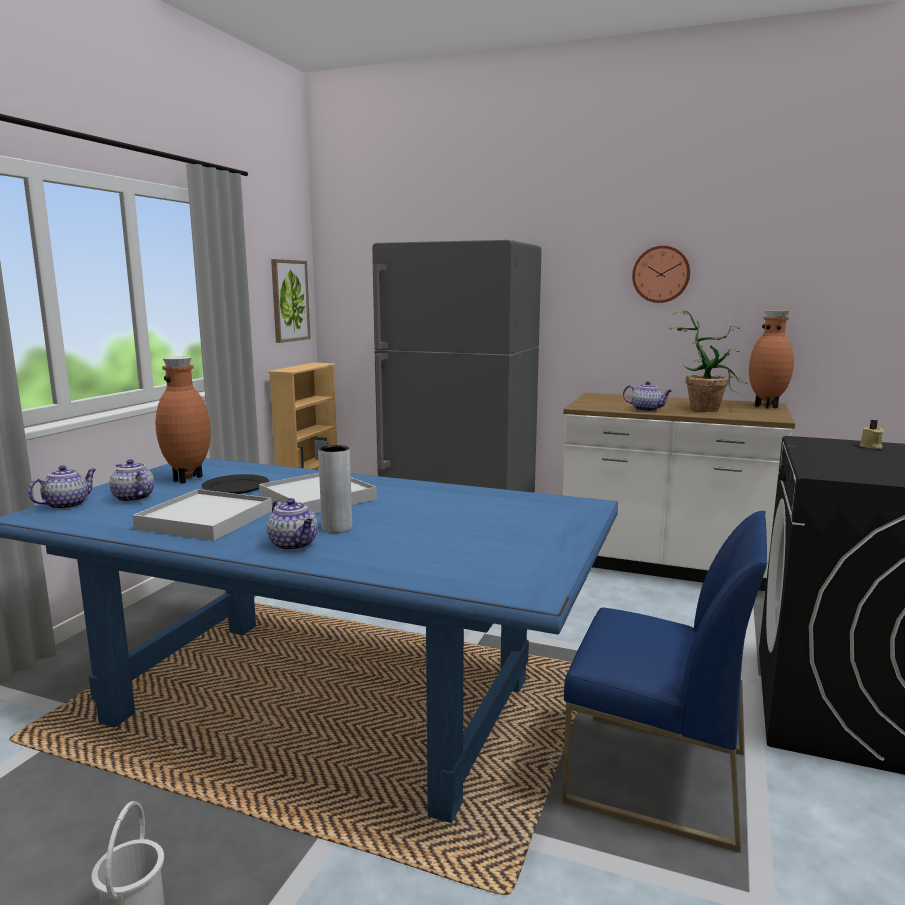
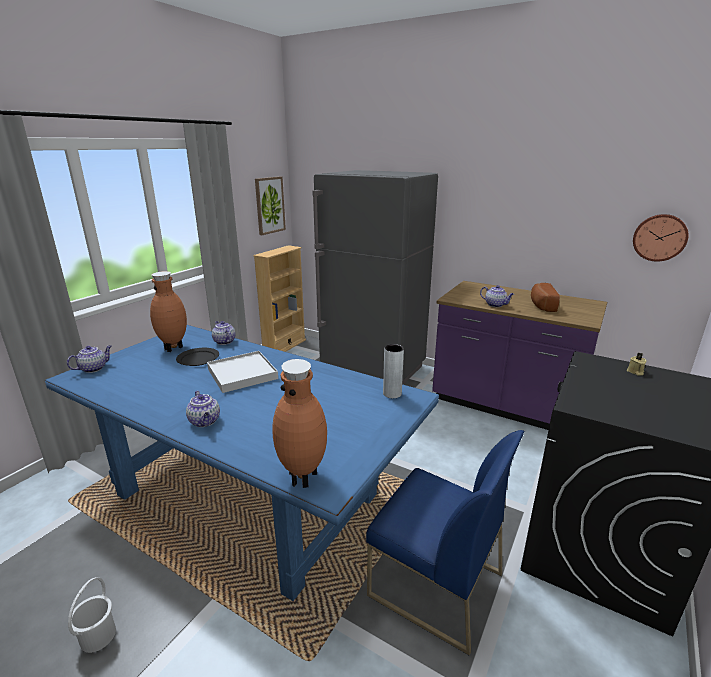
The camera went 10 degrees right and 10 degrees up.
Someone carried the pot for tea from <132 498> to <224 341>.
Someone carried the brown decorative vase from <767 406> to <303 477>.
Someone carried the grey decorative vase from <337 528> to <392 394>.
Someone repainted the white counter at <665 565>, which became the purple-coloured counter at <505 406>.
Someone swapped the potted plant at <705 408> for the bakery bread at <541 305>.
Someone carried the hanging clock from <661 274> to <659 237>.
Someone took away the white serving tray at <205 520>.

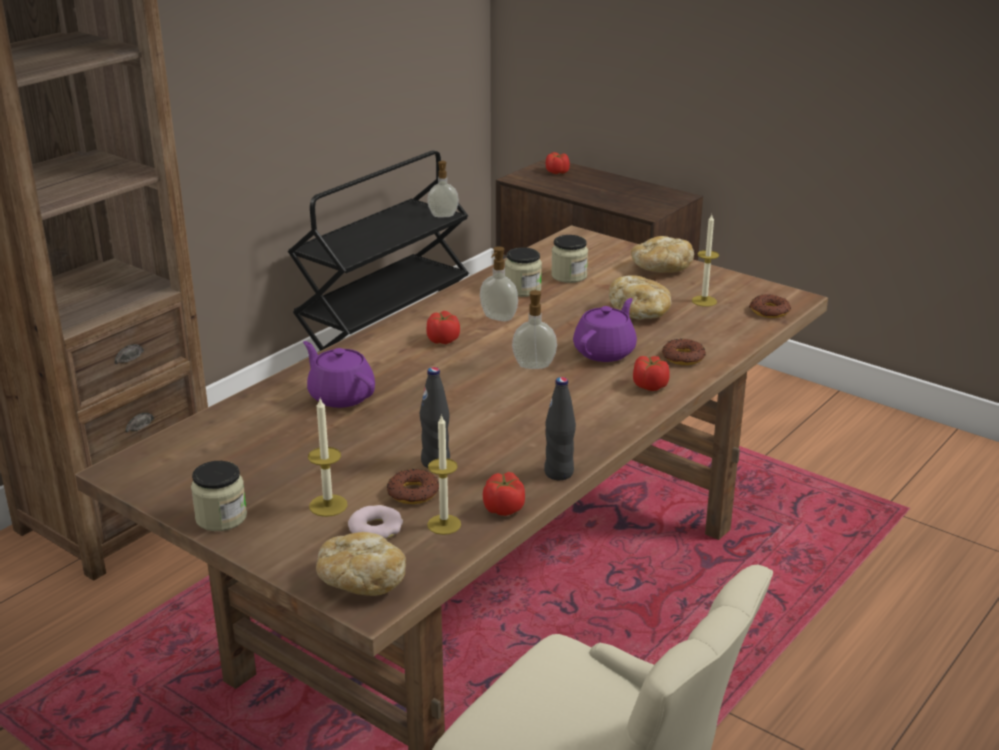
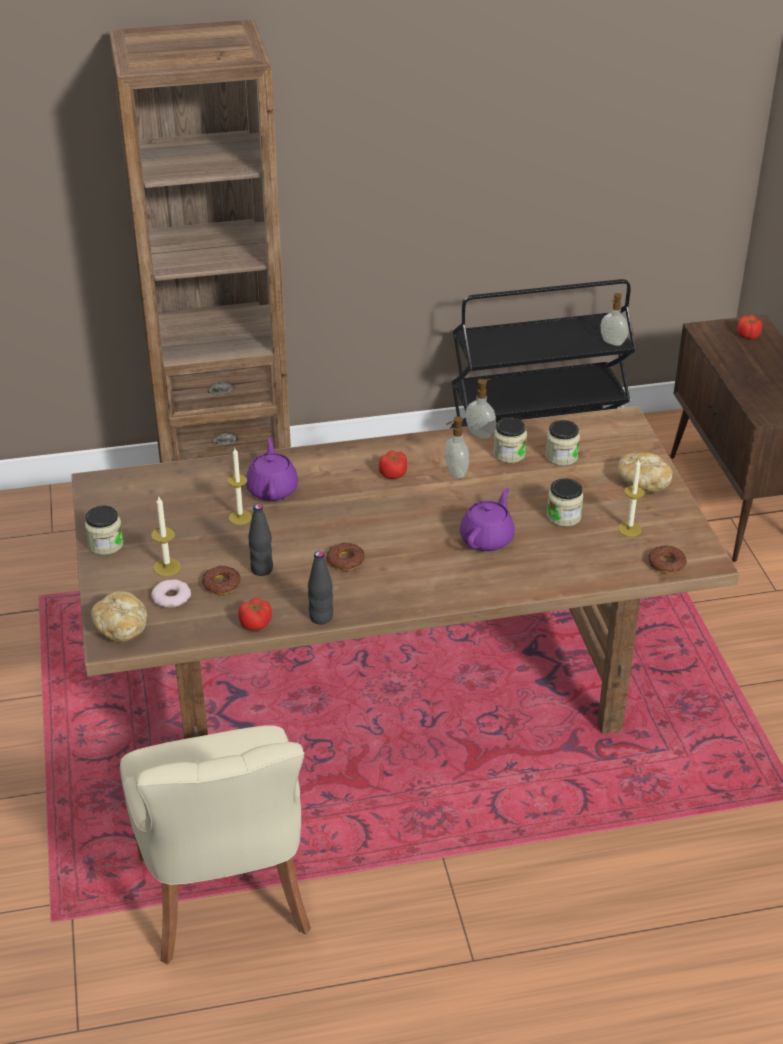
The camera went 40 degrees right and 10 degrees up.
Someone carried the candle from <444 524> to <240 517>.
Someone carried the ring doughnut from <683 357> to <345 560>.
Someone rotated the purple-coloured pot for tea at <605 351> by 45 degrees counterclockwise.
Someone carried the soap dispenser from <534 365> to <480 433>.
Someone swapped the bakery bread at <640 313> for the storage jar at <564 516>.
Someone took away the whole tomato at <649 386>.

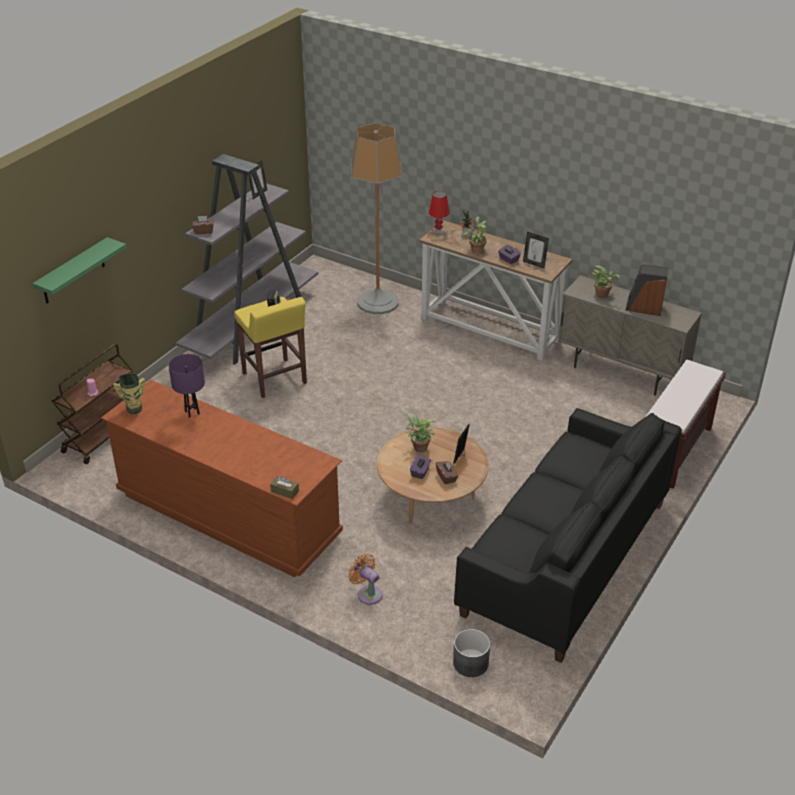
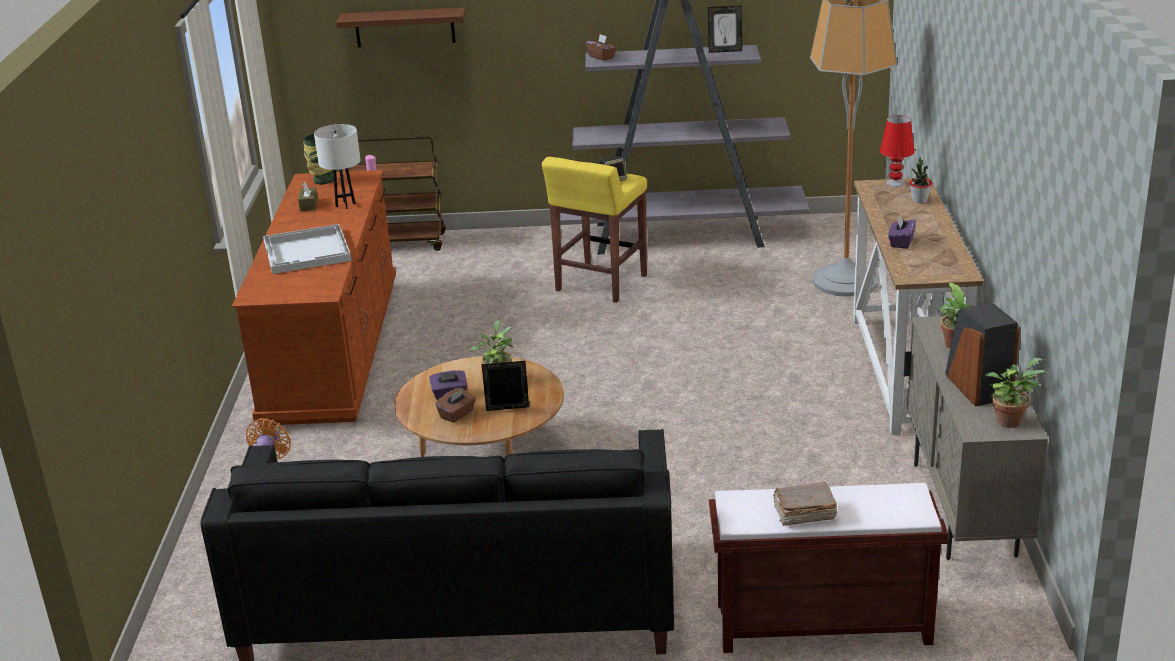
The camera went 60 degrees right and 10 degrees down.
Someone put down the white serving tray at <308 252>.
Someone carried the brown tissue box from <284 491> to <308 205>.
Someone repainted the purple-coloured lamp for a table at <192 413>, which became the white lamp for a table at <345 205>.
Someone repainted the greenish shelf at <73 271>, which became the brown shelf at <404 27>.
Someone put down the brown bound book at <803 513>.
Someone carried the potted plant from <476 250> to <1009 420>.
Someone took away the grey flower pot at <470 663>.
Someone took away the picture frame at <534 264>.

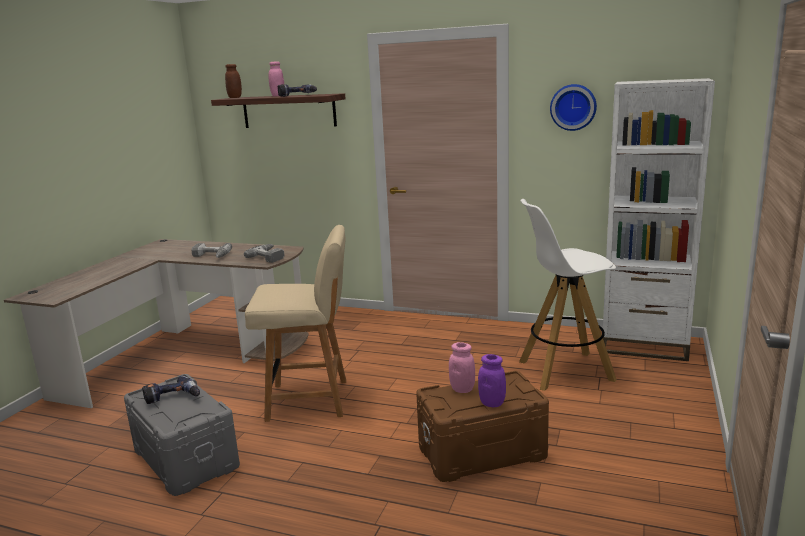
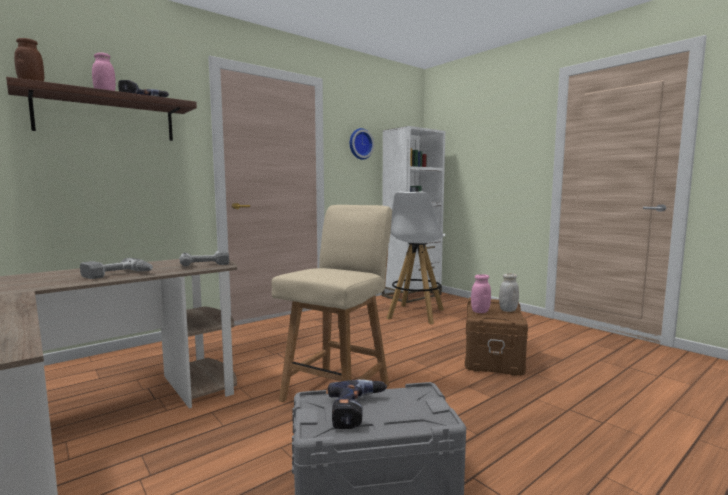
The camera went 60 degrees left and 10 degrees down.
Someone repainted the purple-coloured storage jar at <492 403>, which became the white storage jar at <508 310>.

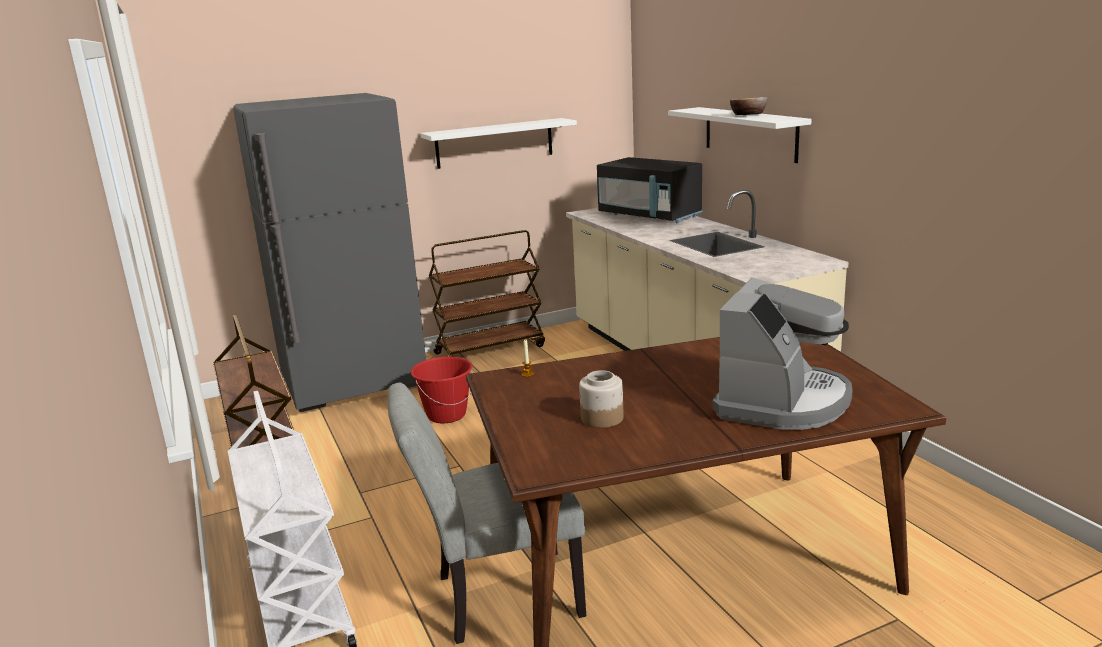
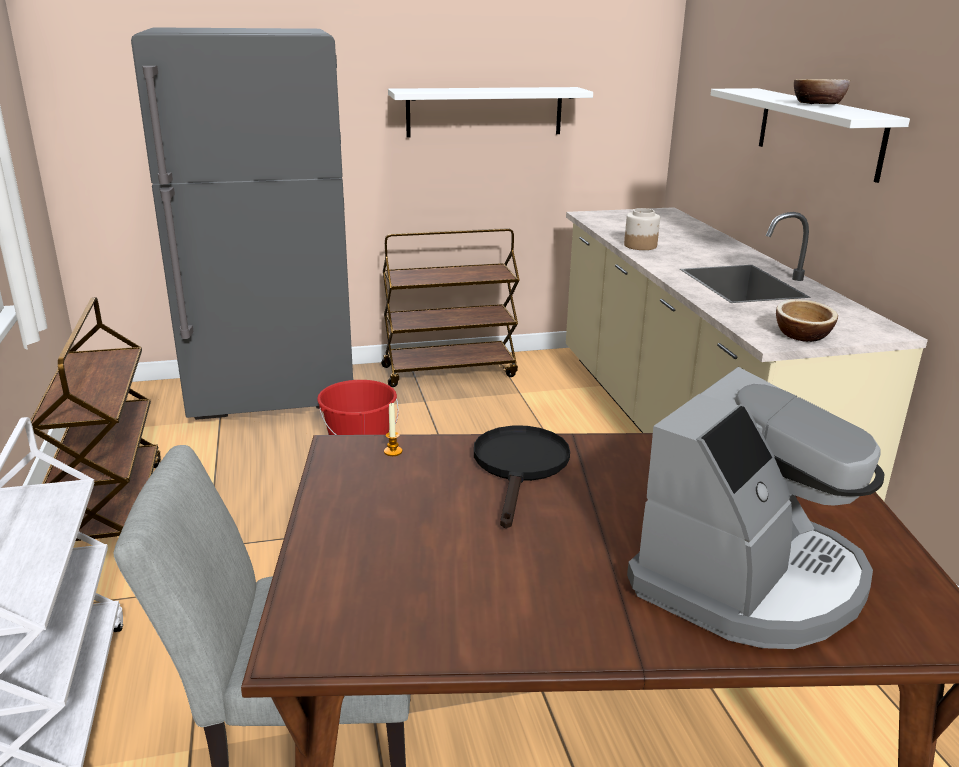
The camera went 10 degrees right and 5 degrees up.
Someone put down the black-coloured frying pan at <520 467>.
Someone carried the storage jar from <601 418> to <640 246>.
Someone put down the deep dish at <802 335>.
Someone took away the black-coloured kitchen microwave at <649 216>.

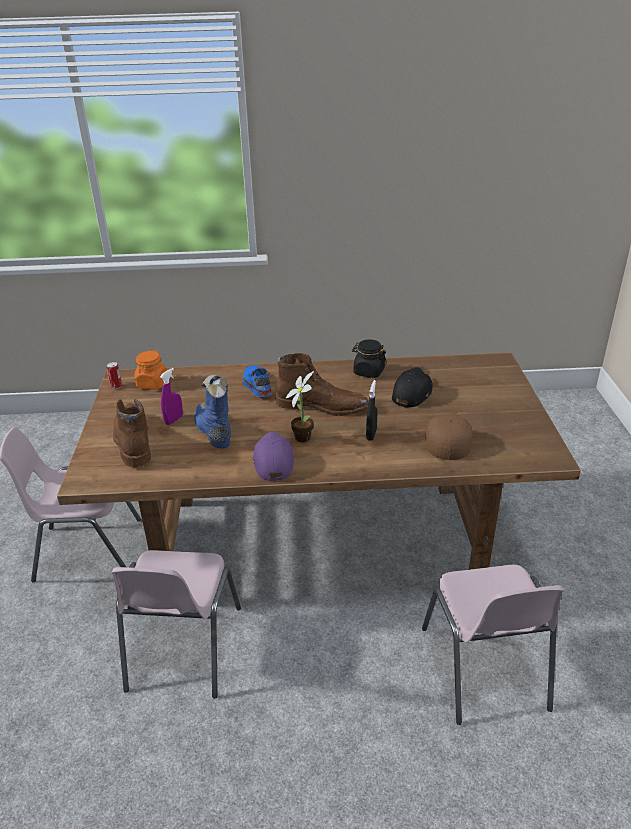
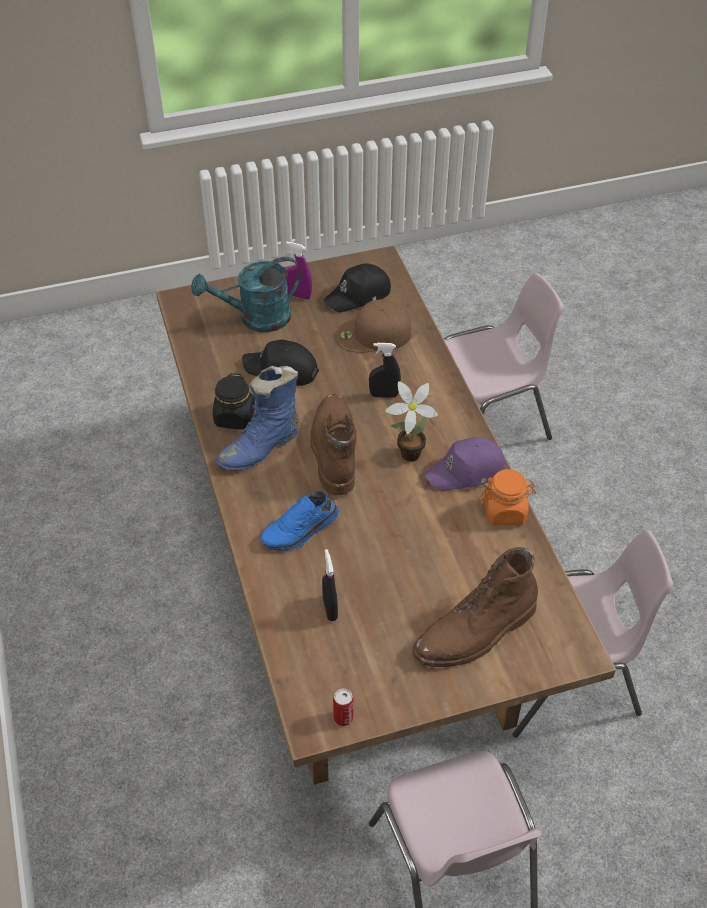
The camera went 105 degrees left and 15 degrees up.
Someone put down the turquoise-coloured sprinkling can at <256 319>.
Someone carried the bluish tall boot from <213 431> to <261 448>.
Someone carried the purple-coloured spray bottle from <174 420> to <298 295>.
Someone put down the black-coloured spray bottle at <330 609>.
Someone put down the black-coloured baseball cap at <359 295>.
Someone carried the orange storage jar from <152 384> to <505 511>.

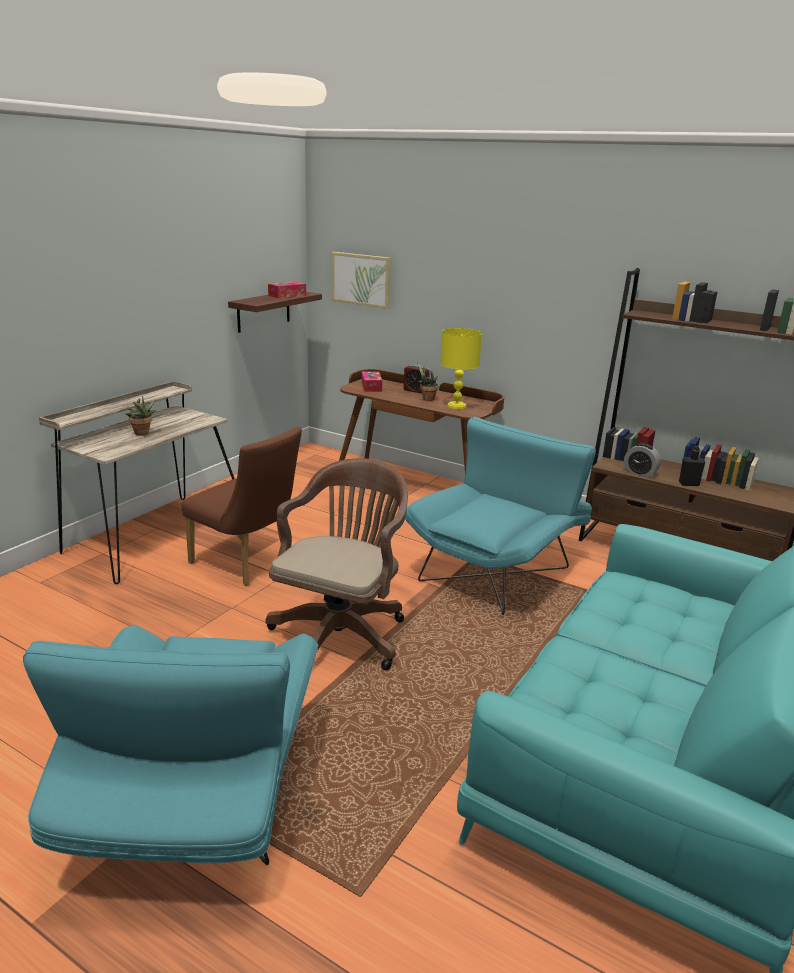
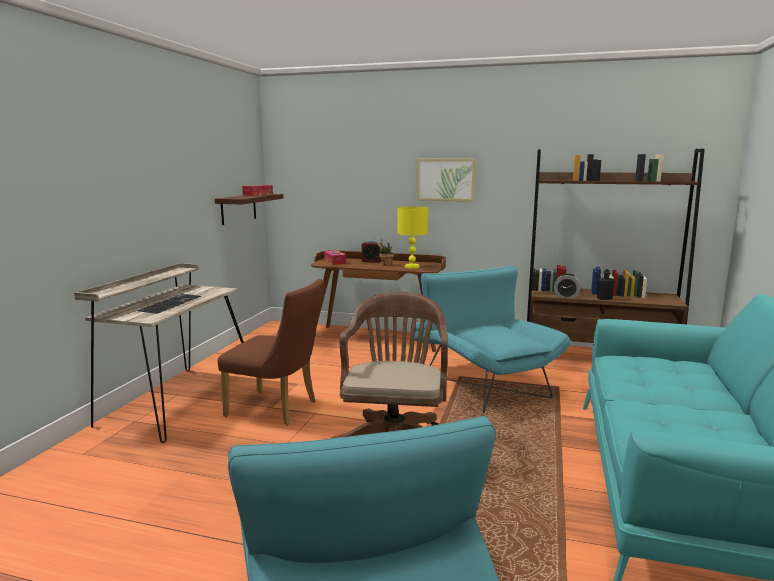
The camera went 15 degrees left and 10 degrees down.
Someone swapped the potted plant at <142 434> for the computer keyboard at <170 303>.
Someone rotated the turquoise-coloured easy chair at <498 568> by 45 degrees counterclockwise.
Someone carried the picture from <361 279> to <445 179>.

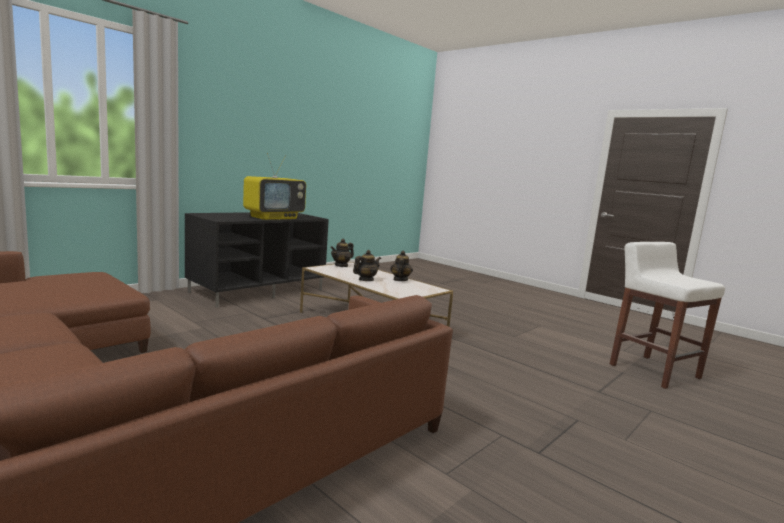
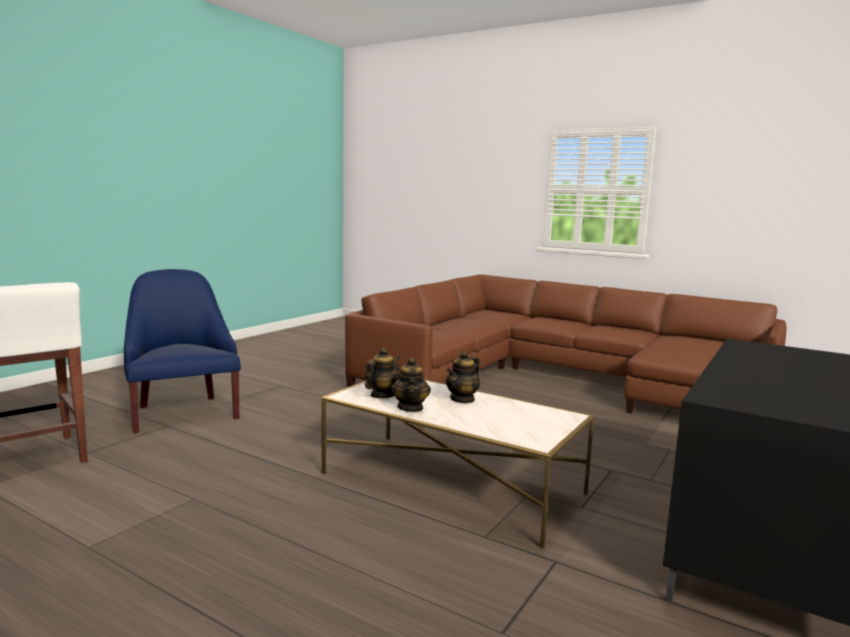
The camera went 170 degrees right and 0 degrees up.
Someone put down the bluish easy chair at <182 412>.
Someone carried the pot for tea from <341 265> to <382 395>.
Someone took away the television at <274 217>.

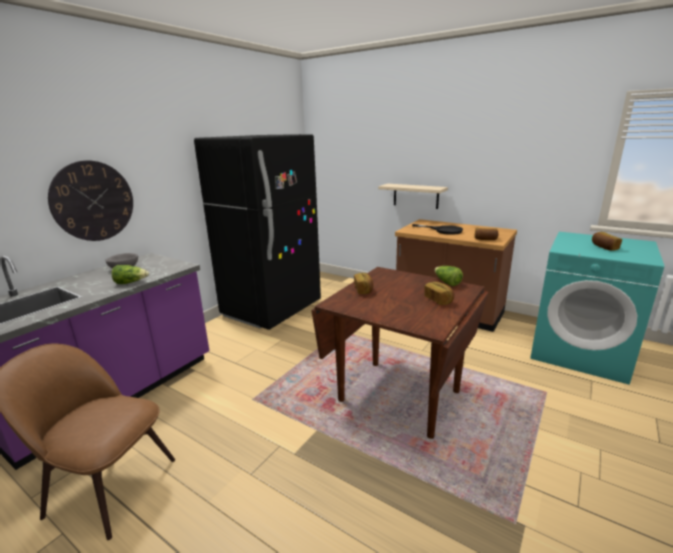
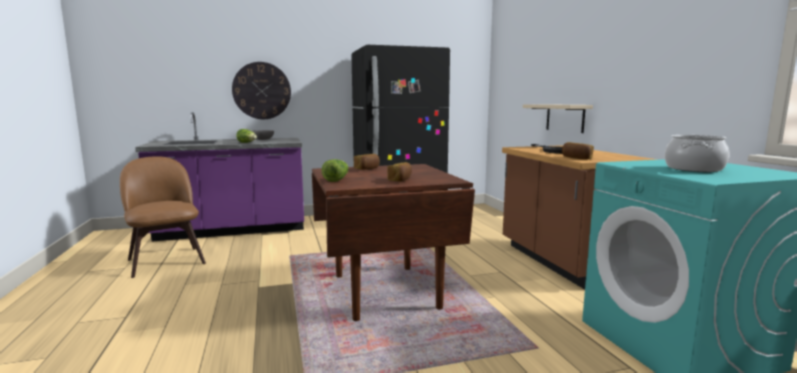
The camera went 40 degrees right and 10 degrees down.
Someone carried the lettuce head from <447 282> to <336 179>.
Someone swapped the bakery bread at <604 247> for the stockpot at <693 169>.

